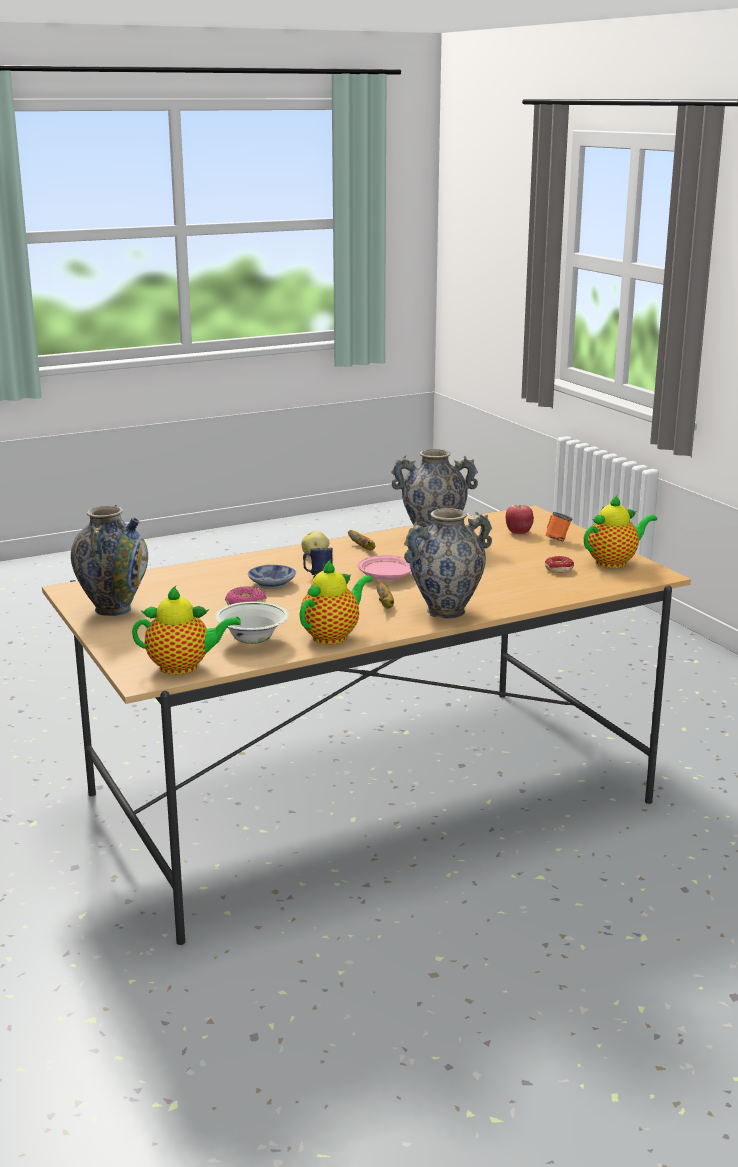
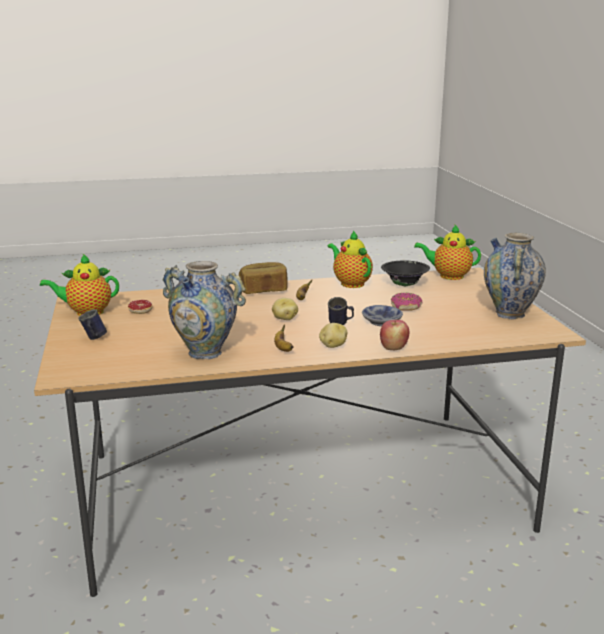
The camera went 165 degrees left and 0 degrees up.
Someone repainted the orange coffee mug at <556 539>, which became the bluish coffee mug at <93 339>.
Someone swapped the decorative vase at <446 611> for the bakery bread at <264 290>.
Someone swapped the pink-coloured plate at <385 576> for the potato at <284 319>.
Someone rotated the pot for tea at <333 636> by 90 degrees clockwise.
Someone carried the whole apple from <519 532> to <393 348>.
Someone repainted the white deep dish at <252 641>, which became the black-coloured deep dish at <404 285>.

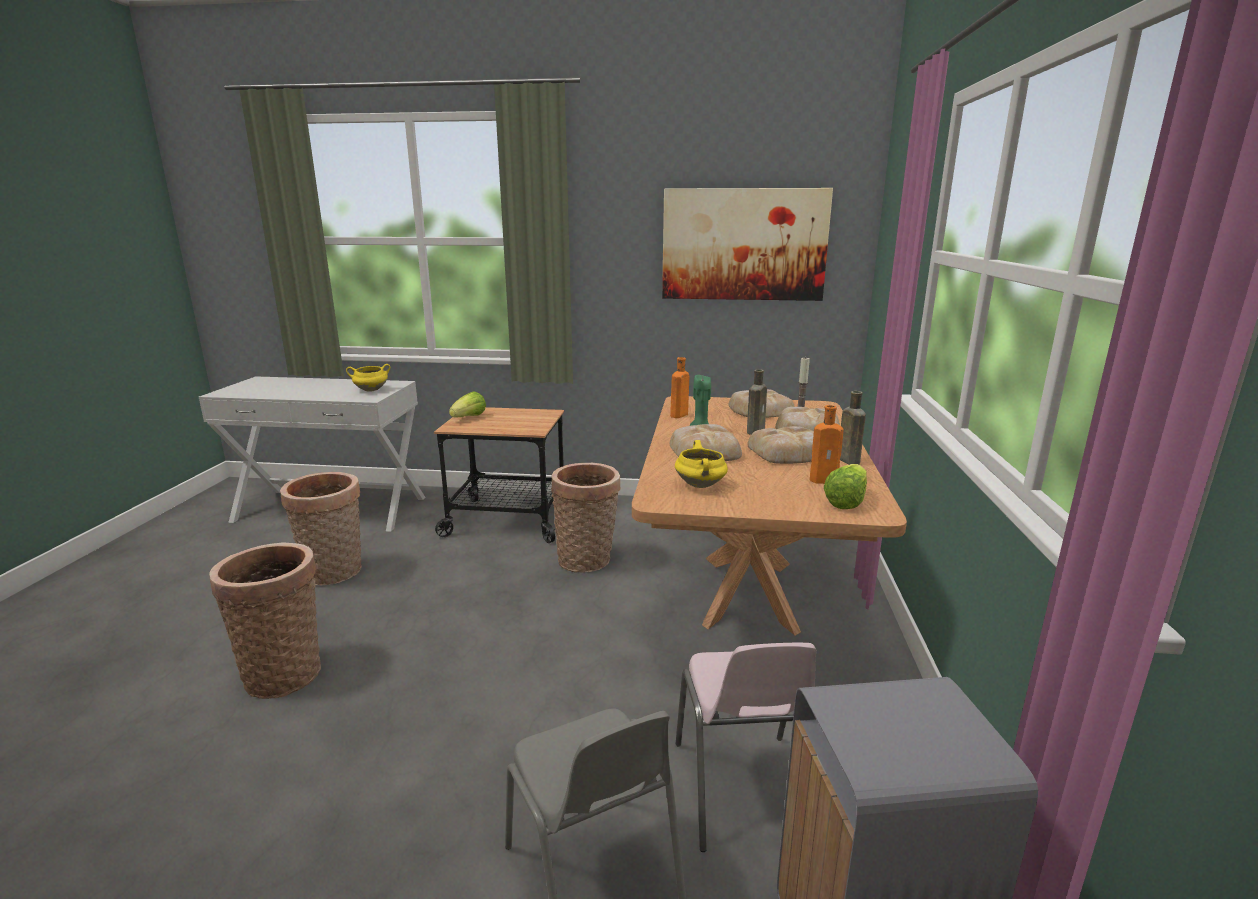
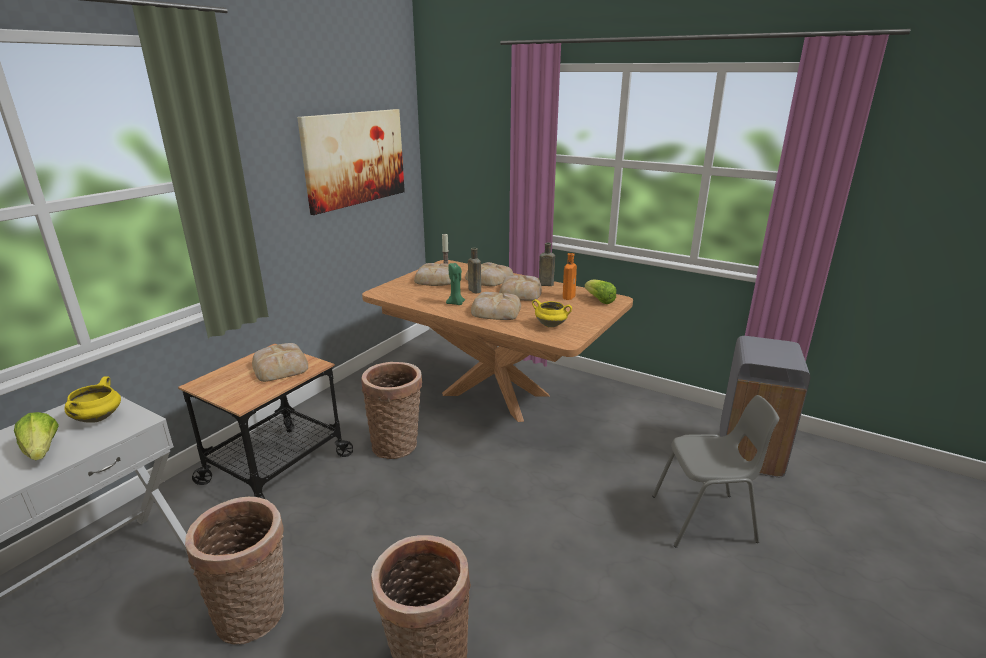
The camera went 65 degrees left and 5 degrees up.
Someone carried the lettuce head from <469 418> to <42 451>.
Someone put down the bakery bread at <281 366>.
Someone took away the orange beverage bottle at <678 415>.
Someone took away the pink-coloured upright chair at <742 791>.

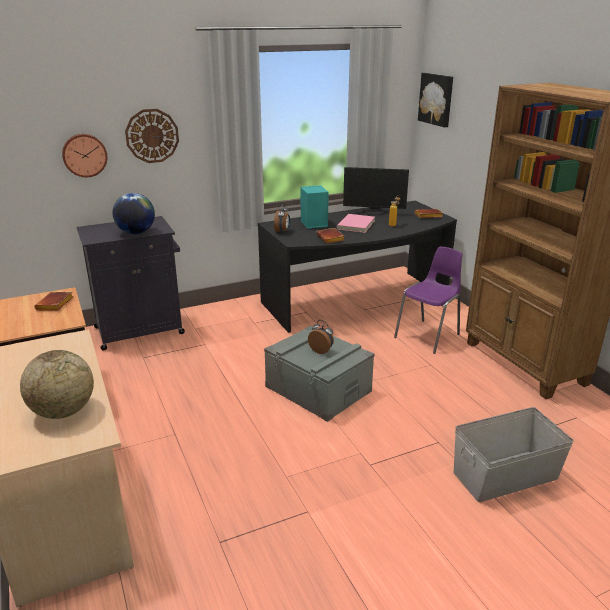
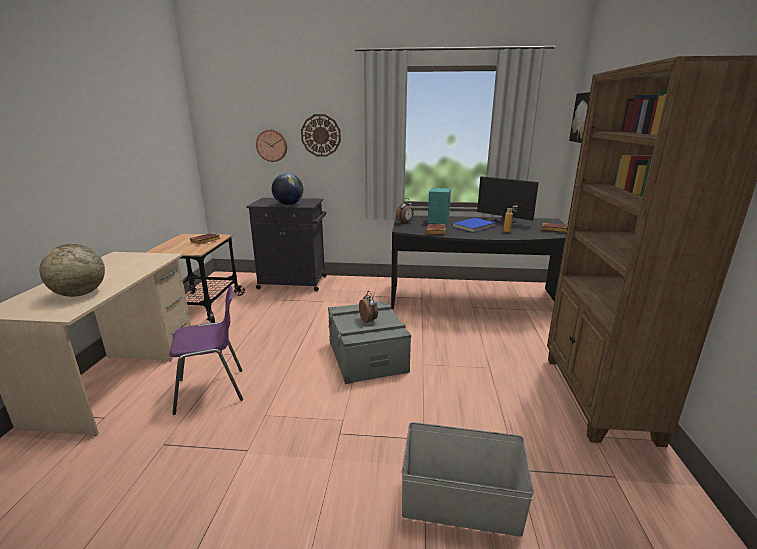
The camera went 30 degrees right and 5 degrees down.
Someone carried the purple-coloured upright chair from <428 336> to <212 390>.
Someone repainted the pink-coloured bound book at <357 225>, which became the bluish bound book at <474 227>.

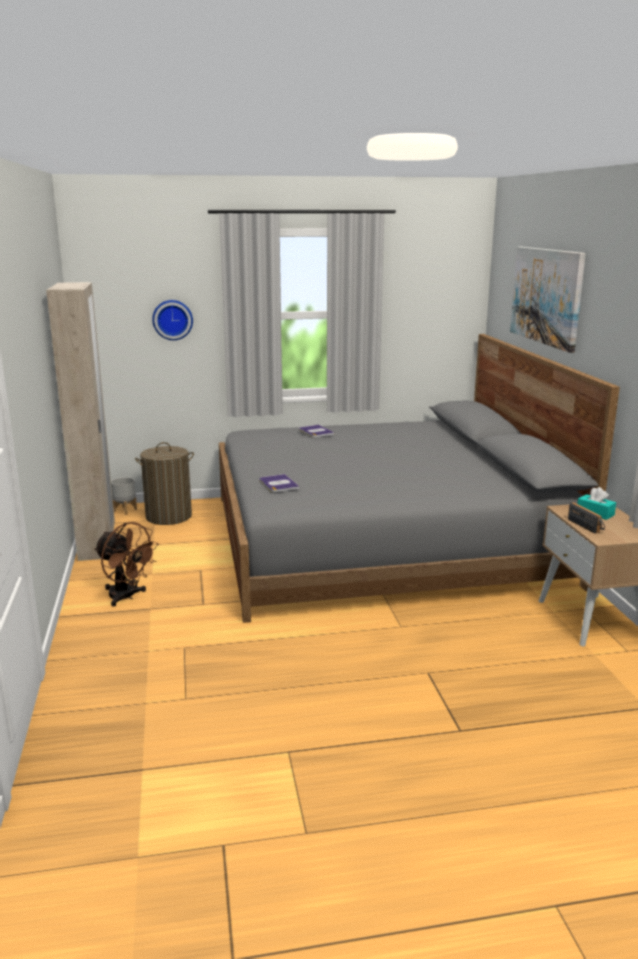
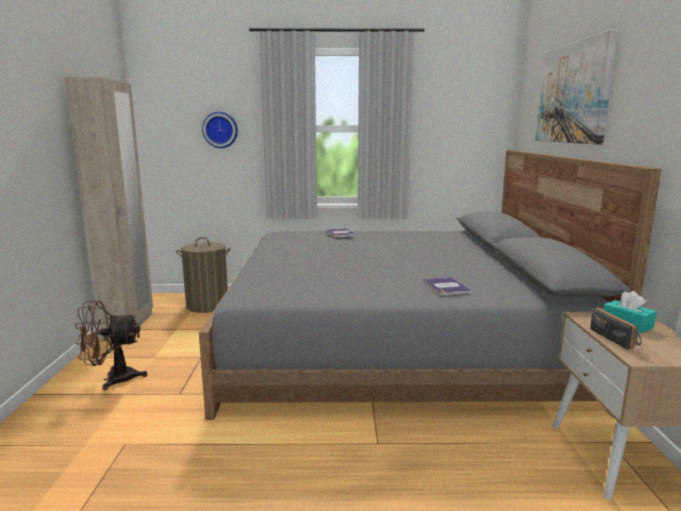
The camera went 10 degrees right and 5 degrees down.
Someone rotated the brown electric fan at <127 597> by 120 degrees clockwise.
Someone carried the bound book from <278 484> to <445 287>.
Someone took away the grey flower pot at <125 510>.

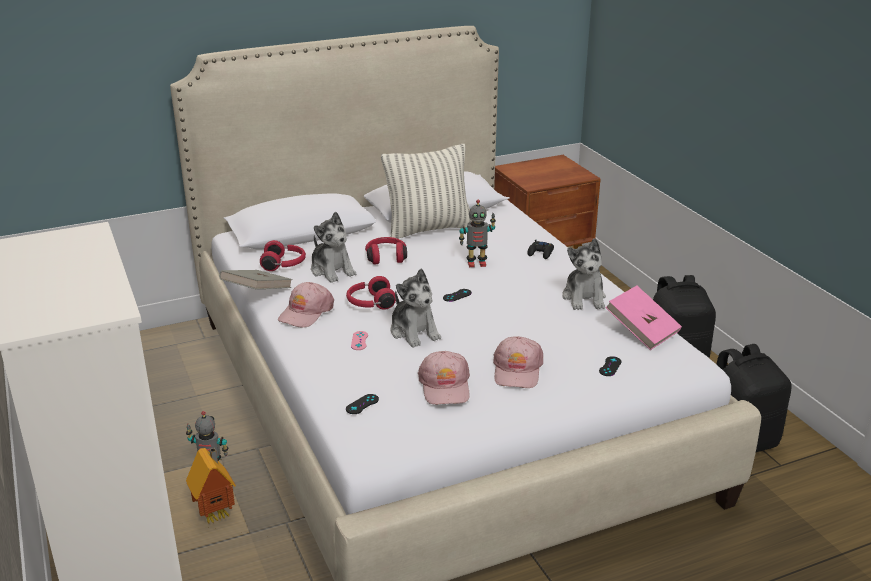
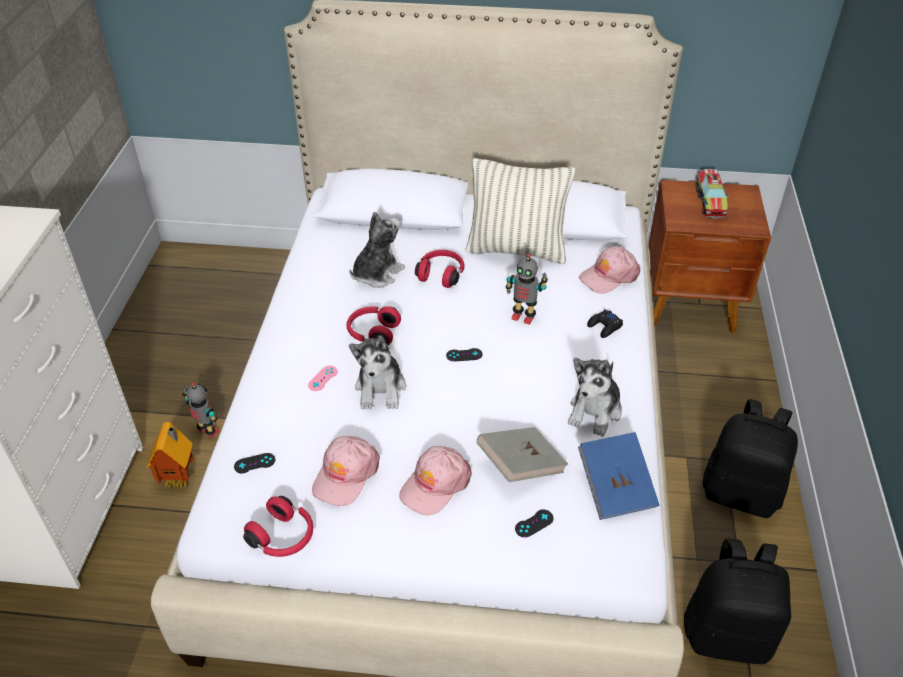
The camera went 30 degrees right and 15 degrees up.
Someone carried the red pair of headphones from <284 265> to <283 537>.
Someone rotated the cuddly toy at <332 270> by 135 degrees counterclockwise.
Someone carried the grey bound book from <257 293> to <520 465>.
Someone repainted the pink-coloured bound book at <642 331>, which became the bluish bound book at <616 488>.
Someone carried the pink-coloured baseball cap from <306 312> to <609 276>.
Someone put down the toy truck at <710 201>.

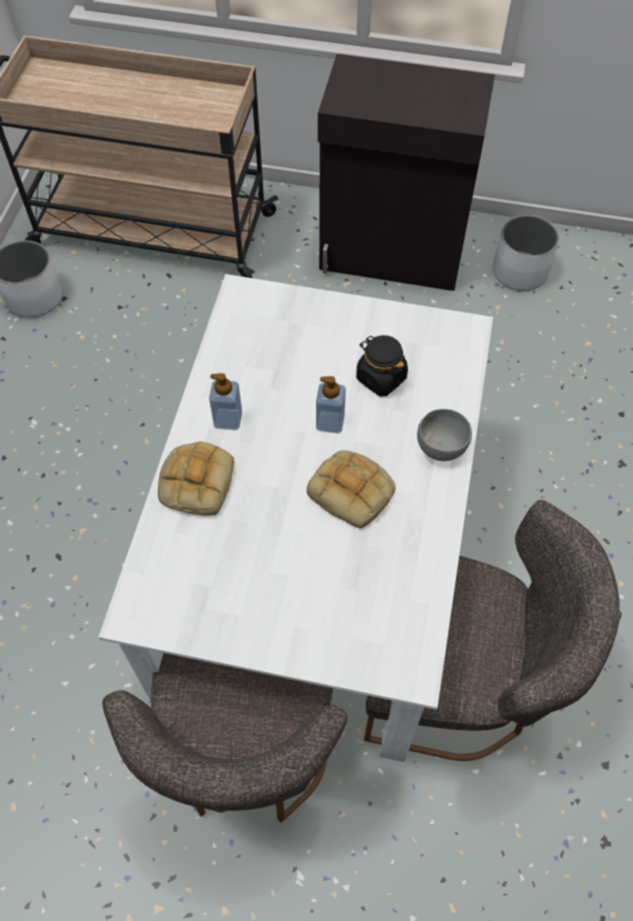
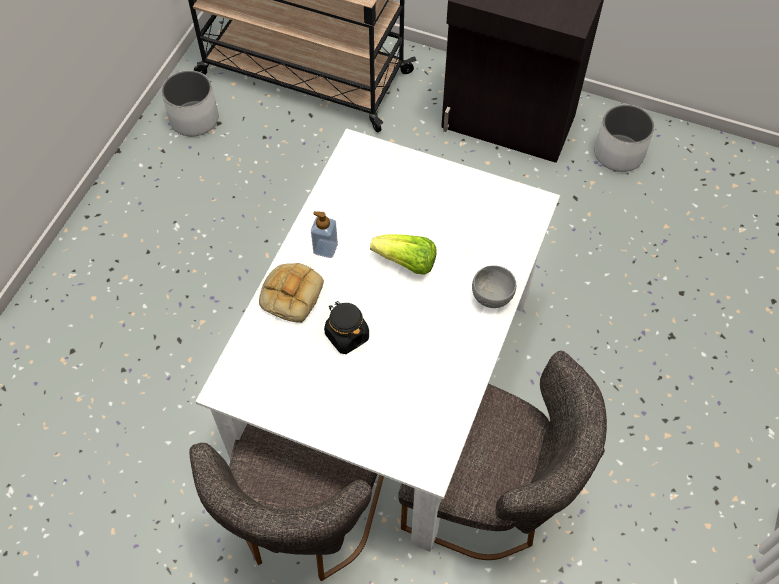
The camera went 10 degrees right and 0 degrees up.
Someone carried the black-coloured storage jar from <380 378> to <346 336>.
Someone swapped the soap dispenser at <330 422> for the lettuce head at <406 263>.
Someone took away the bakery bread at <353 491>.

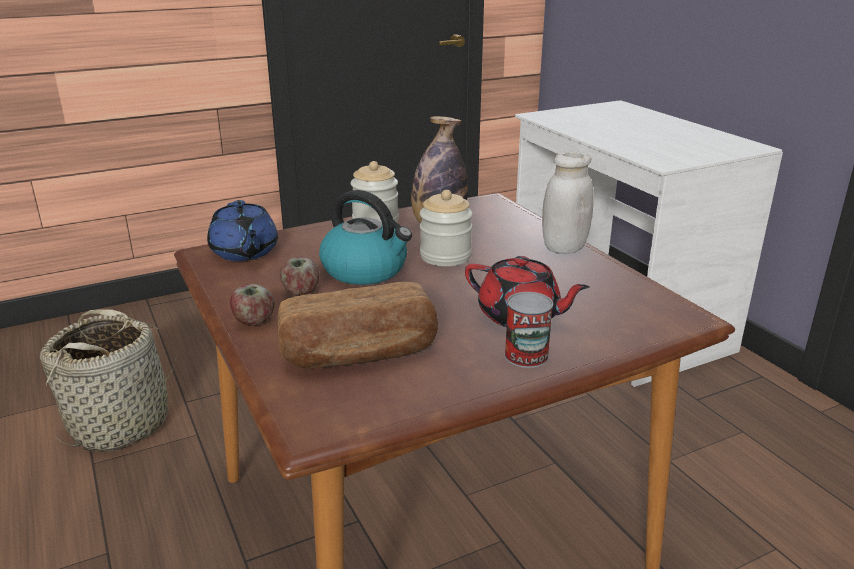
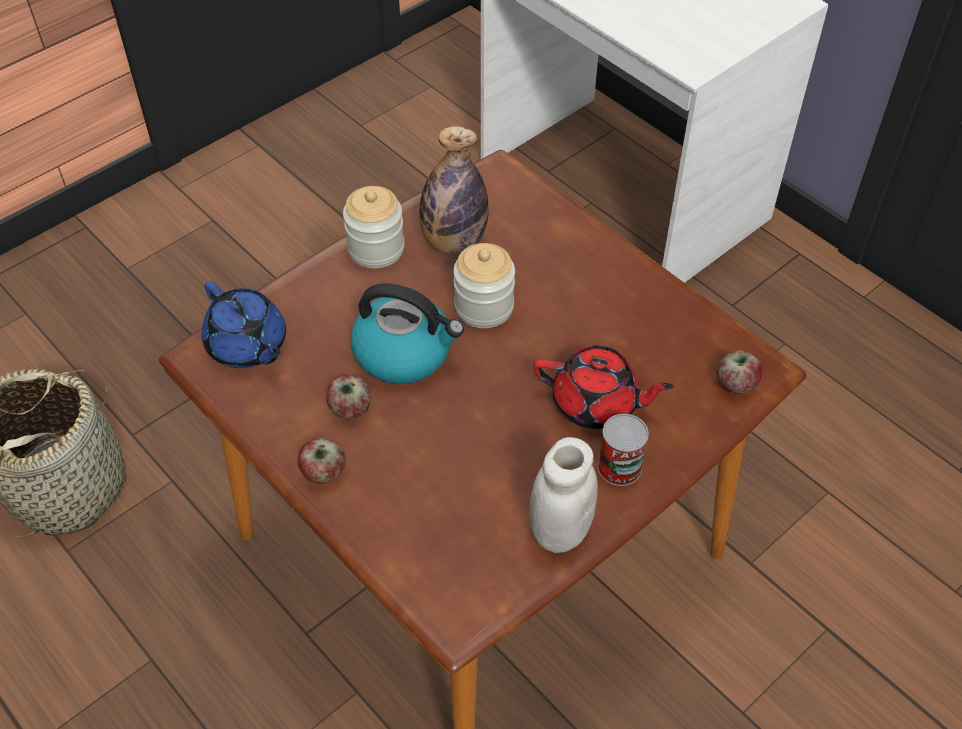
The camera went 15 degrees left and 25 degrees up.
Someone carried the white storage jar from <564 248> to <560 531>.
Someone put down the whole apple at <736 383>.
Someone took away the bakery bread at <359 353>.

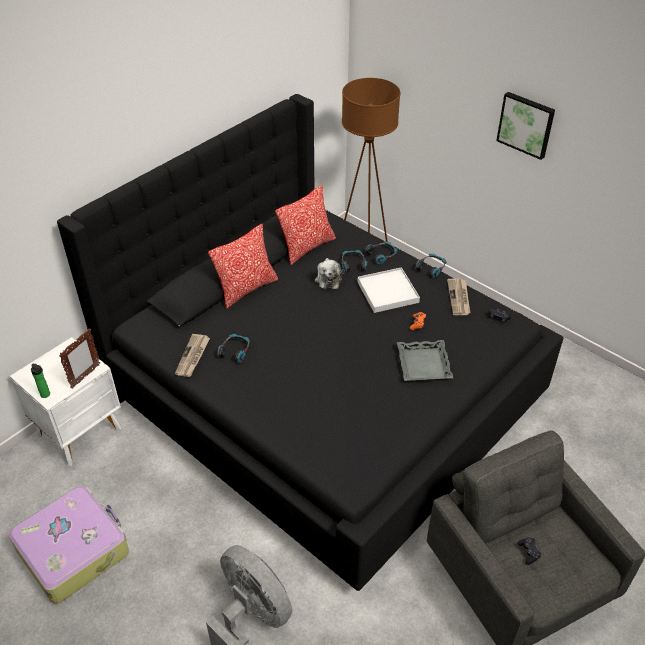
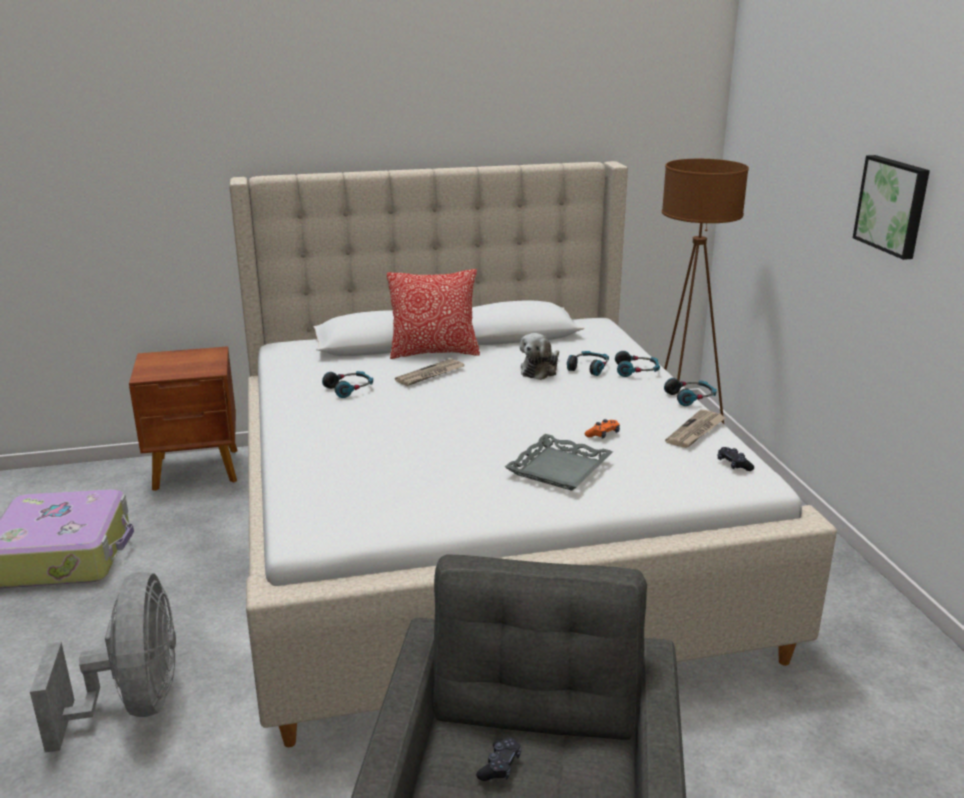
The camera went 35 degrees right and 20 degrees down.
Someone repainted the white night table at <81 432>, which became the brown night table at <197 470>.
Someone repainted the black-coloured bedroom bed at <323 394>, which became the beige-coloured bedroom bed at <483 537>.
Someone carried the printed paper from <193 357> to <430 375>.
Someone took away the beverage bottle at <46 395>.
Someone took away the picture frame at <85 376>.
Someone took away the pillow at <307 247>.
Someone took away the white serving tray at <387 292>.

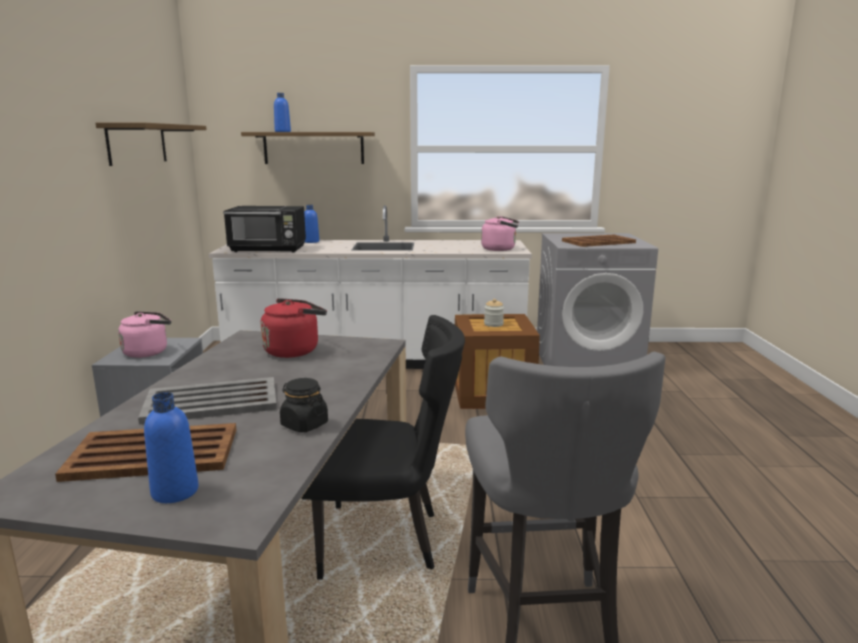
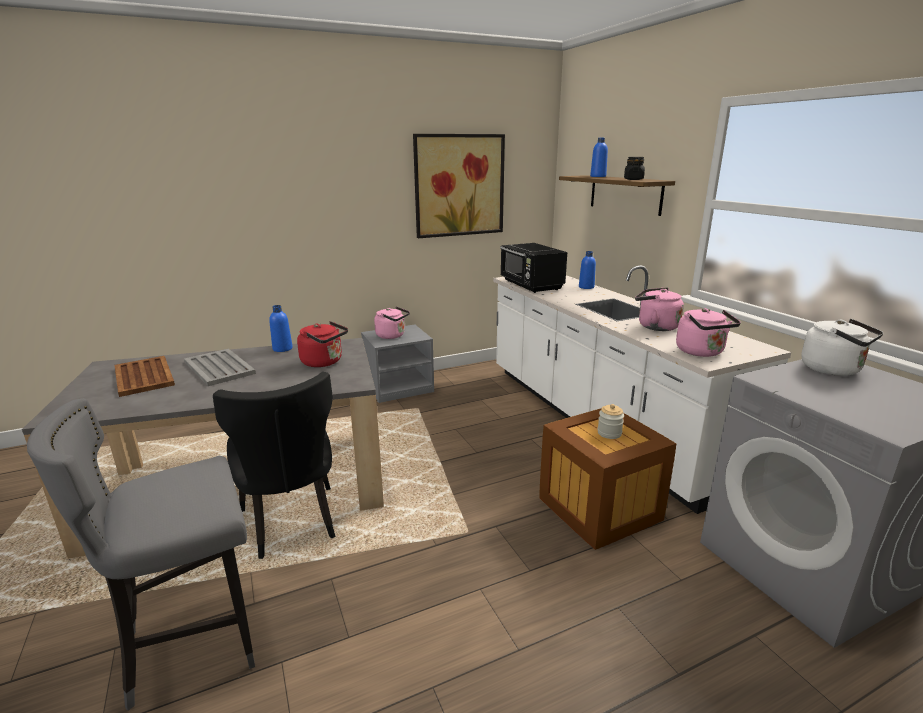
The camera went 65 degrees right and 5 degrees up.
Someone carried the bluish beverage bottle from <175 492> to <282 349>.
Someone swapped the shelf at <137 144> for the picture at <459 185>.
Someone carried the black-coloured storage jar from <304 424> to <633 179>.
Someone put down the pink-coloured kettle at <655 326>.
Someone put down the white kettle at <834 370>.
Someone took away the brown serving tray at <599 242>.

